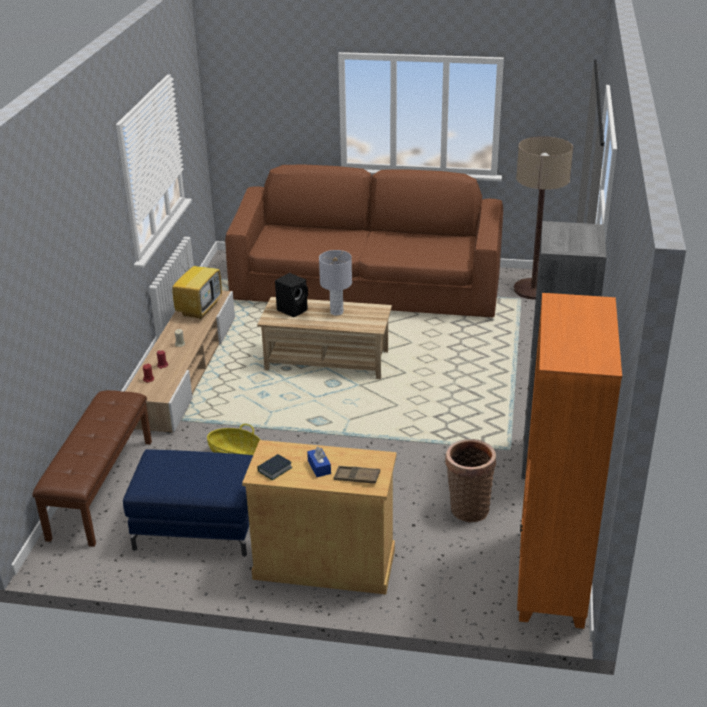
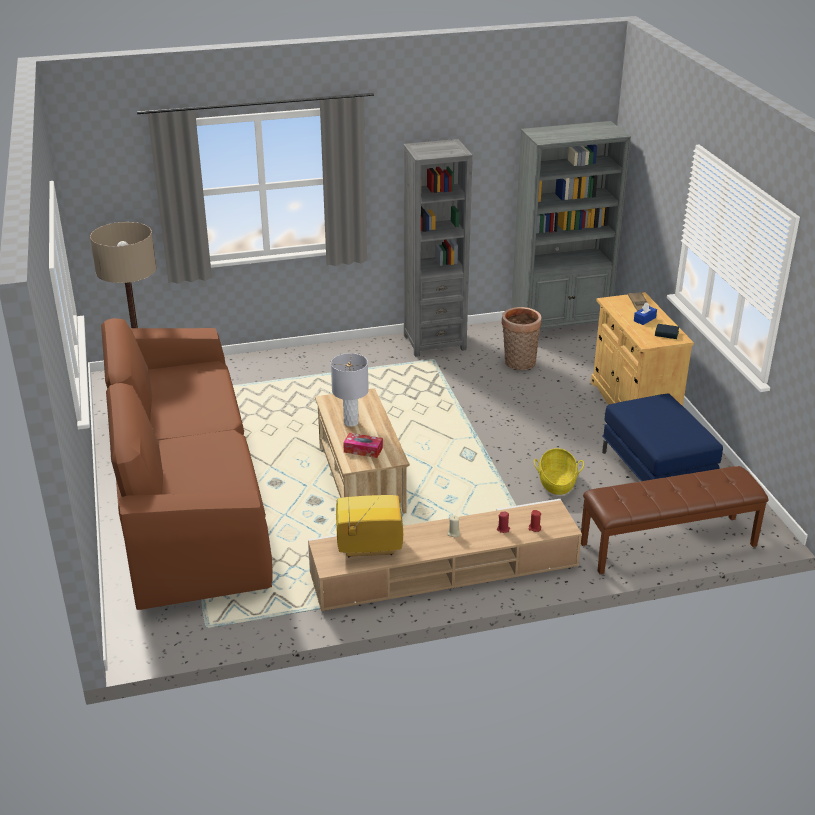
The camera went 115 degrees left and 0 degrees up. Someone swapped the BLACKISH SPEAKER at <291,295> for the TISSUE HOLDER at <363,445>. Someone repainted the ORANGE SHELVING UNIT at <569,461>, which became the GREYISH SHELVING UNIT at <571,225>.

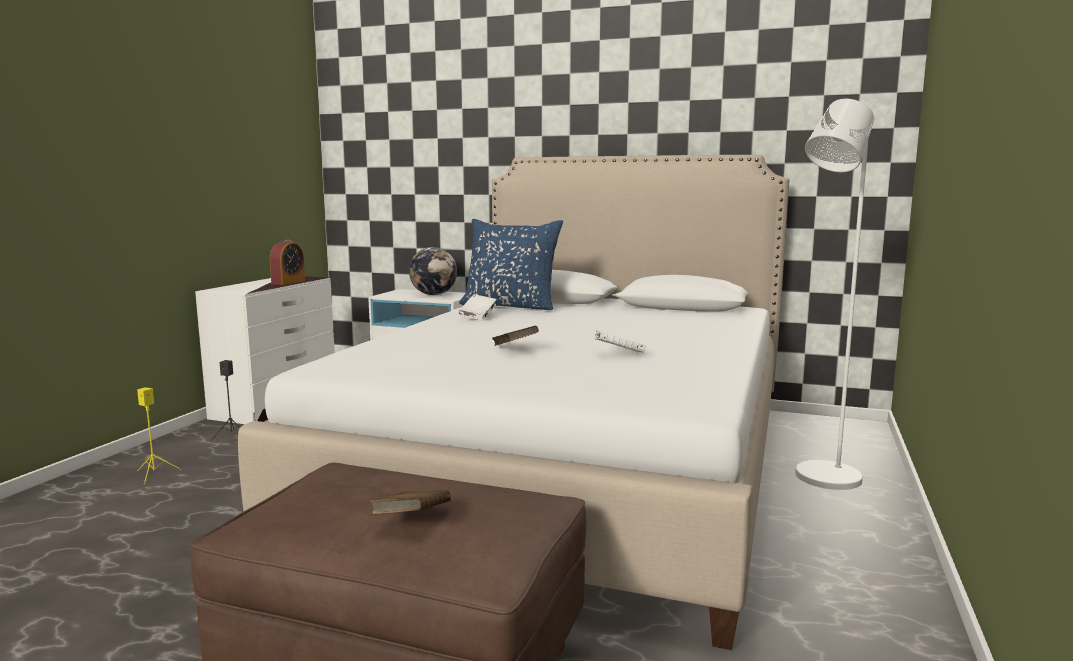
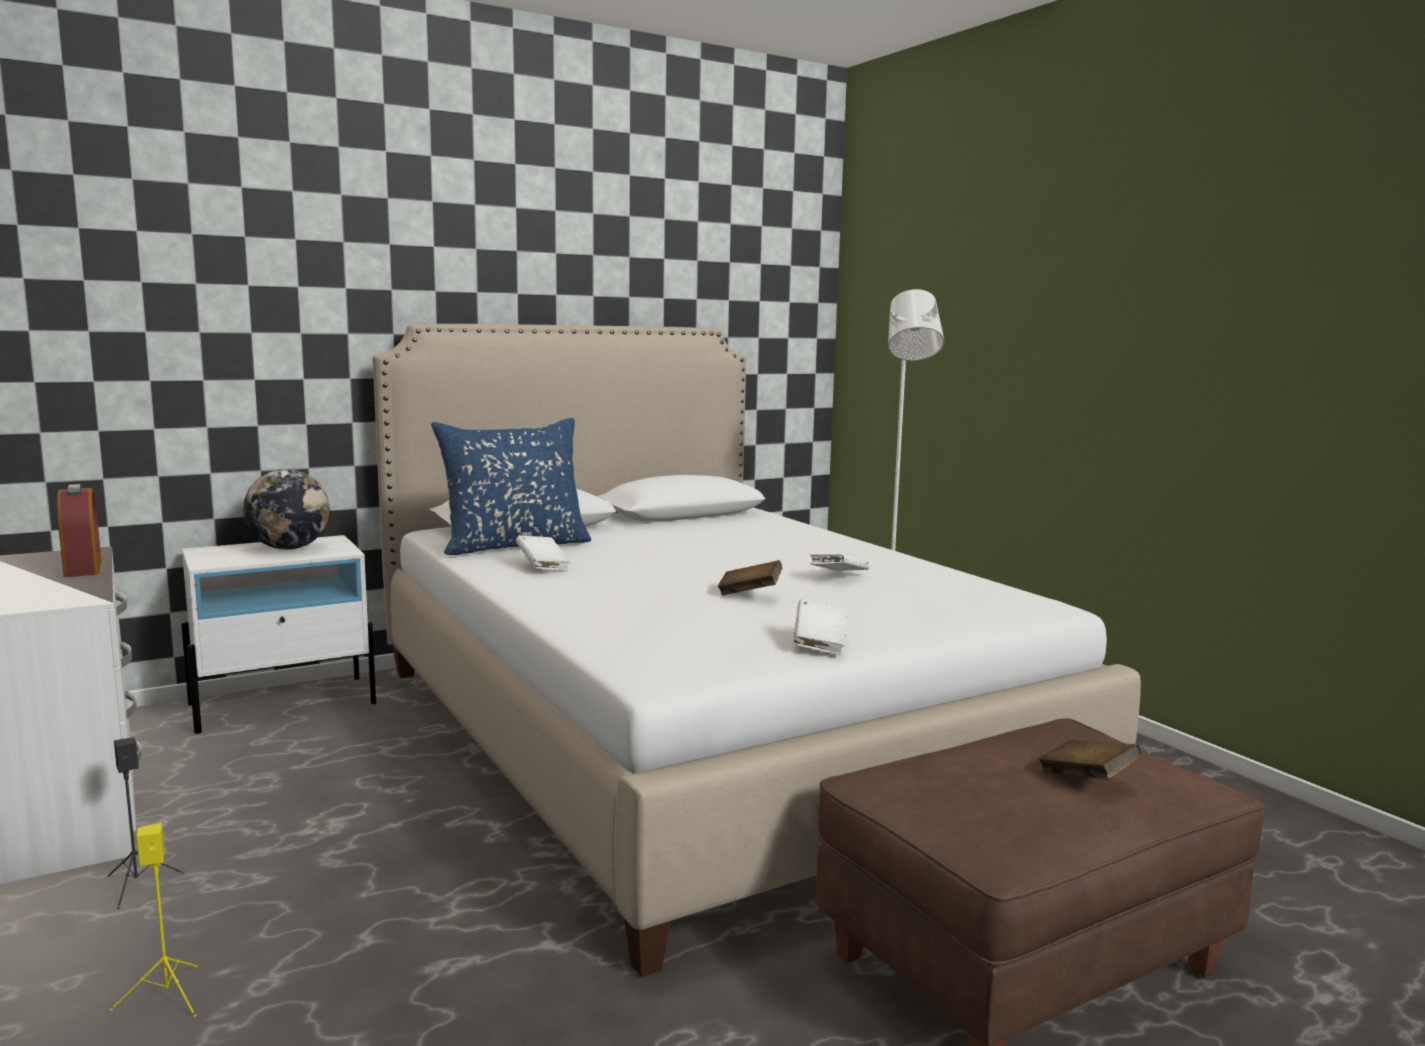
The camera went 50 degrees left and 0 degrees up. Someone put down the WHITISH VOLUME at <820,627>.

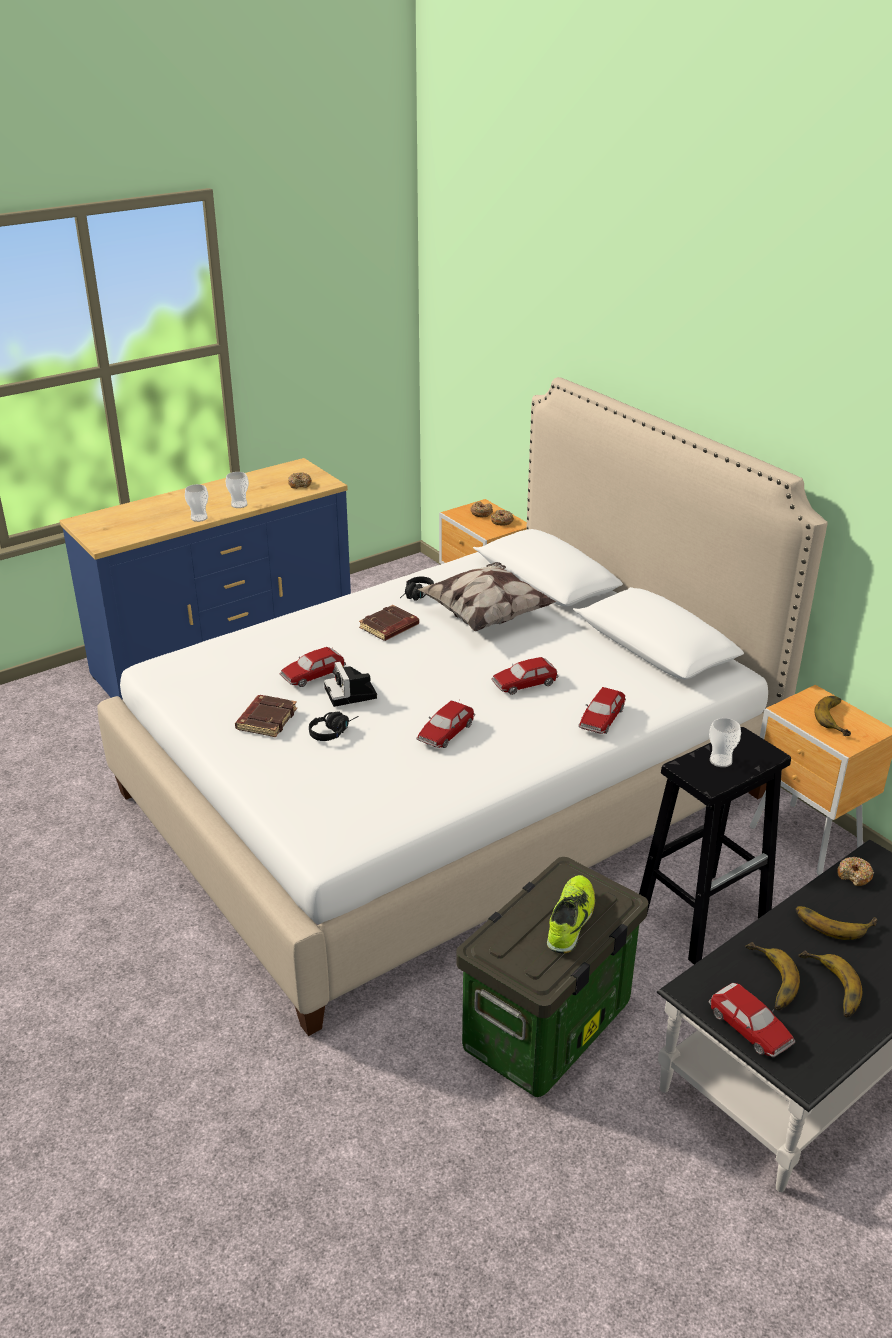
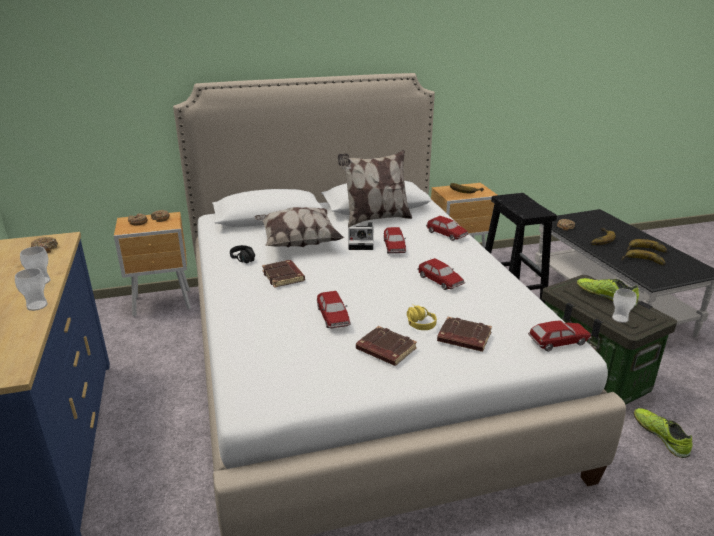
The camera went 70 degrees left and 5 degrees down. Someone put down the CUSHION at <374,188>. Someone put down the BROWN-COLOURED VOLUME at <464,334>. Someone put down the ITEM OF FOOTWEAR at <663,433>. Someone carried the PHOTO CAMERA from <350,684> to <360,236>. Someone carried the MODEL CAR from <751,1020> to <560,335>. Someone carried the CUP from <725,742> to <624,306>. Someone repainted the BLACKISH PAIR OF HEADPHONES at <334,726>, which became the YELLOW PAIR OF HEADPHONES at <422,317>.

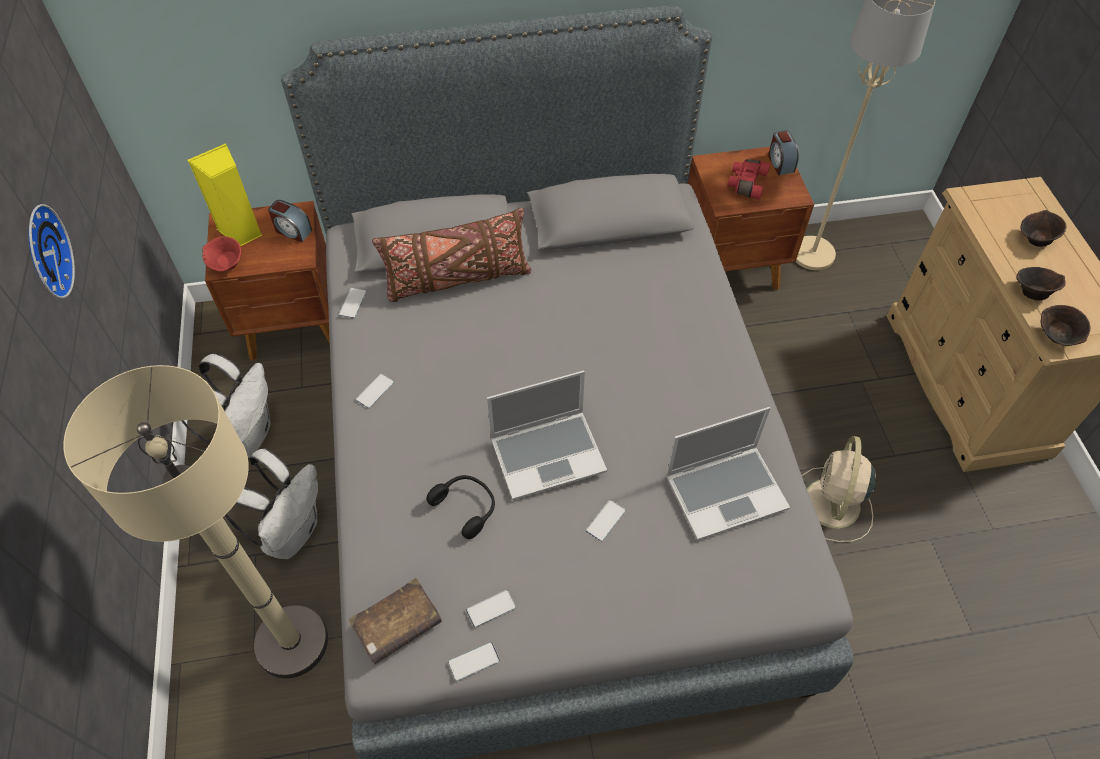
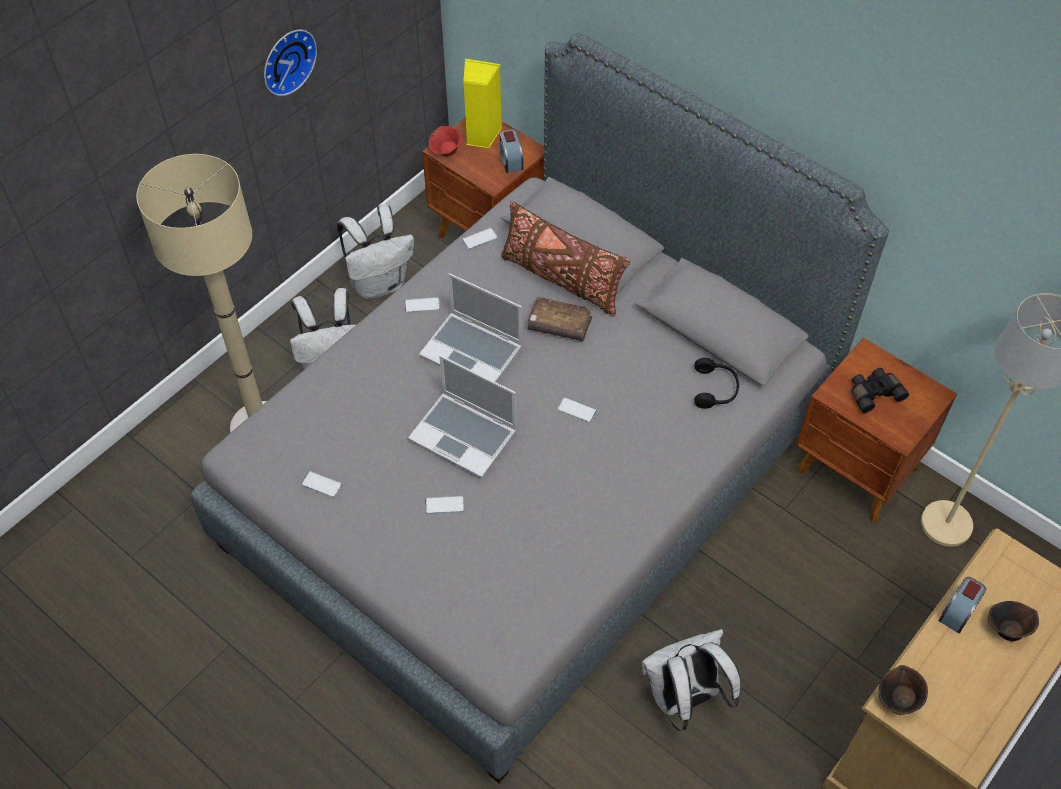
The camera went 50 degrees right and 0 degrees up. Someone took away the BROWN-COLOURED BOWL at <1041,284>. Someone carried the BROWN-COLOURED VOLUME from <395,621> to <560,318>. Someone carried the BLACKISH PAIR OF HEADPHONES from <460,507> to <716,383>. Someone carried the TELEPHONE from <474,661> to <577,410>. Someone carried the NOTEBOOK COMPUTER from <728,474> to <471,327>. Someone carried the TABLE CLOCK from <783,152> to <962,605>. Someone swapped the BEIGE-COLOURED COOLING FAN at <839,489> for the WHITISH KNAPSACK at <691,680>. Someone repainted the REDDISH BINOCULARS at <748,179>, which became the BLACKISH BINOCULARS at <880,390>.

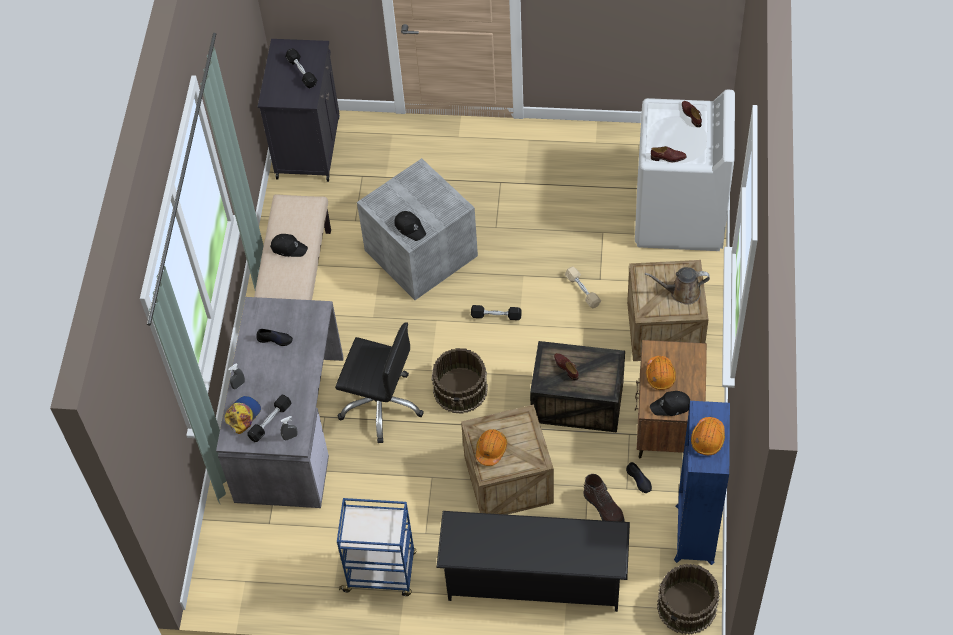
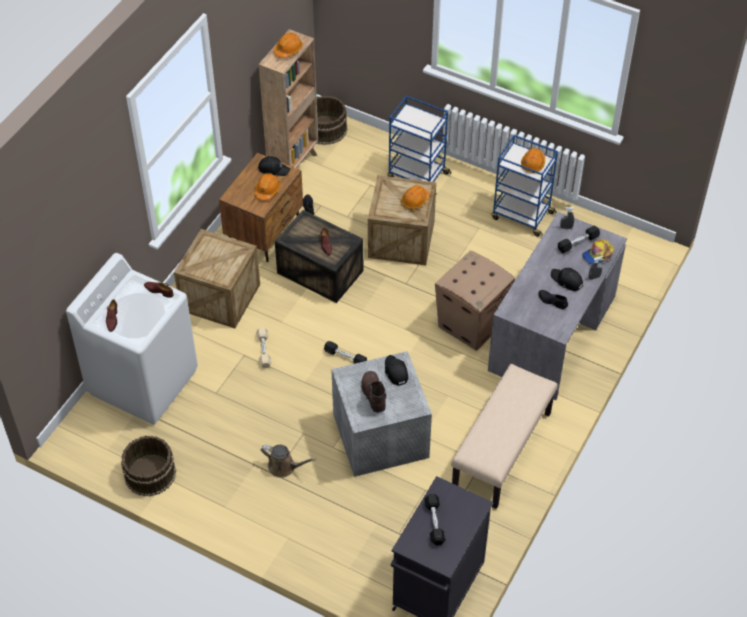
The camera went 160 degrees left and 5 degrees down. Someone put down the ORANGE HARD HAT at <533,160>. Someone carried the BLACKISH PEAKED CAP from <289,245> to <567,279>. Someone carried the BROWN-COLOURED PAIL from <459,381> to <148,466>. Someone carried the BROWN-COLOURED TALL BOOT from <604,498> to <373,392>. Someone carried the BROWN-COLOURED WATERING CAN from <677,285> to <288,461>. Someone swapped the BLACKISH COMPUTER CHAIR at <379,382> for the CARTON at <475,300>. Someone swapped the BLACKISH SHOE SHELF at <533,561> for the BLUE-COLOURED TROLLEY at <419,145>. Someone repainted the BLUE-COLOURED SHELVING UNIT at <702,483>, which became the BROWN-COLOURED SHELVING UNIT at <288,98>.

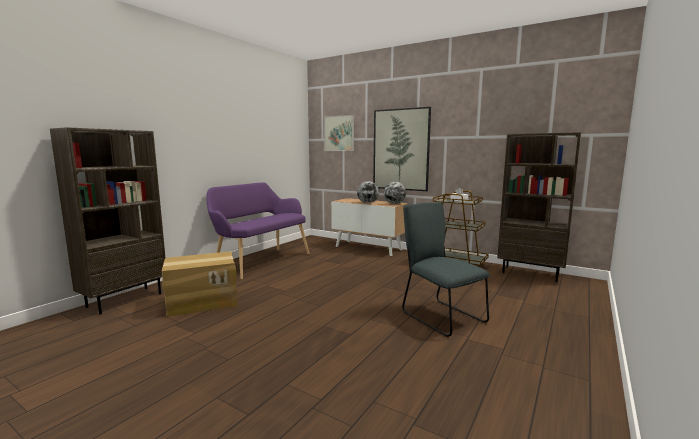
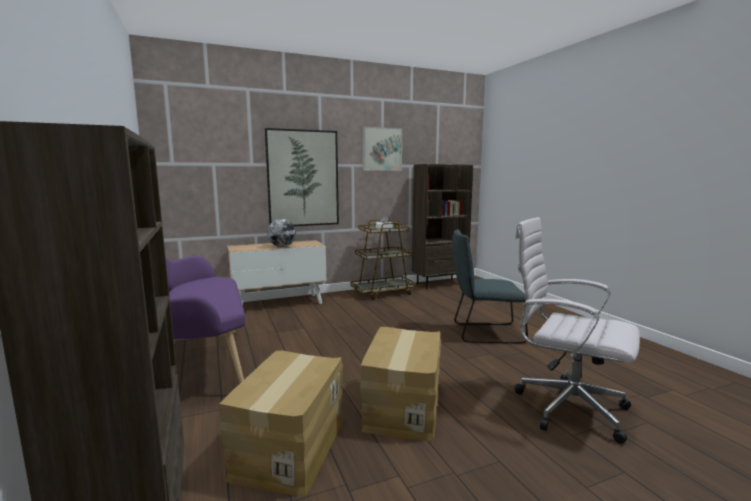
The camera went 55 degrees left and 0 degrees up. Someone took away the GLOBE at <395,193>. Someone put down the CARTON at <400,384>. Someone put down the WHITISH COMPUTER CHAIR at <577,330>. Someone carried the WALL ART from <339,133> to <382,149>.

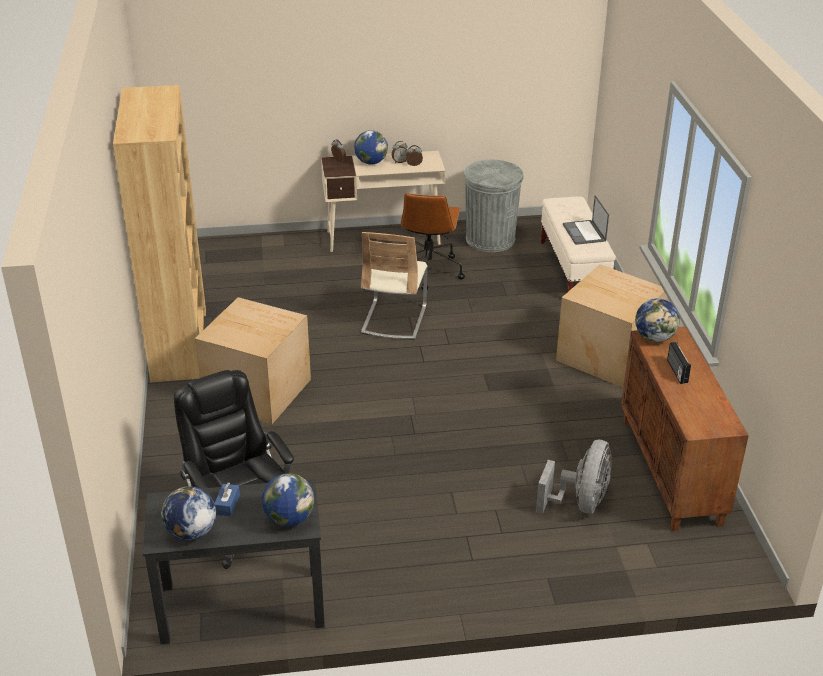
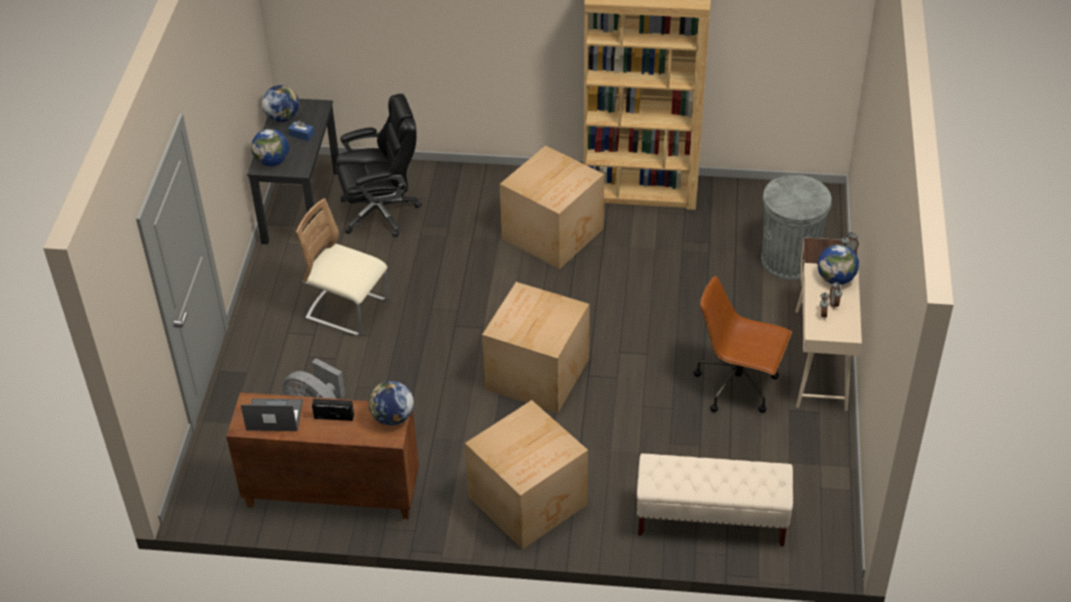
The camera went 105 degrees right and 10 degrees up. Someone put down the CARTON at <536,347>. Someone carried the BEIGE-COLOURED UPRIGHT CHAIR from <394,286> to <342,267>. Someone carried the GREYISH RUBBISH BIN from <494,206> to <796,227>. Someone carried the NOTEBOOK COMPUTER from <586,220> to <272,414>.

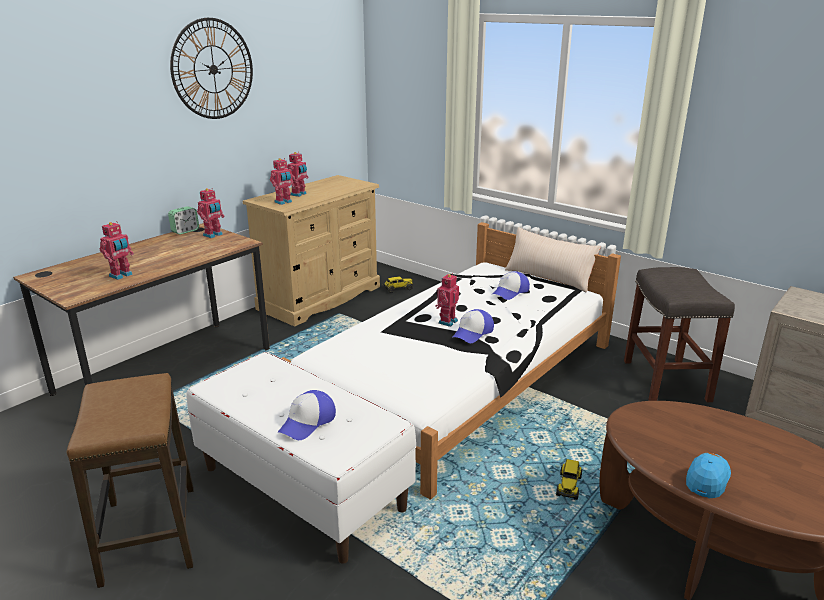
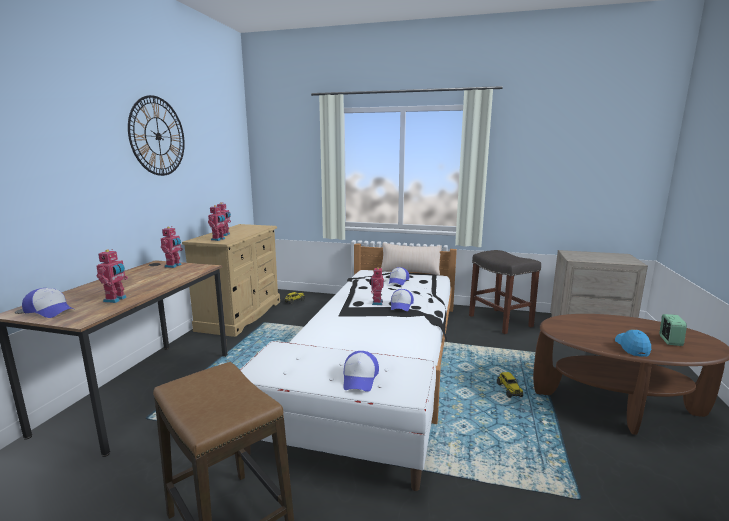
The camera went 25 degrees left and 10 degrees down. Someone put down the PEAKED CAP at <47,303>. Someone carried the TABLE CLOCK from <183,220> to <673,330>.

